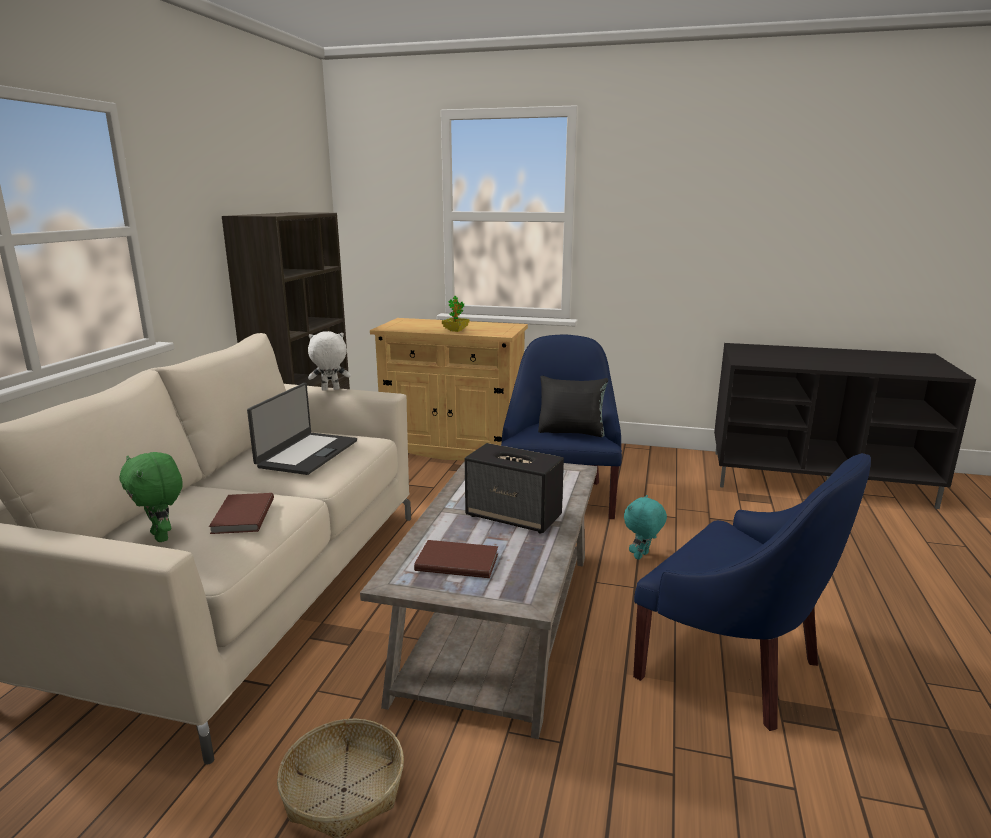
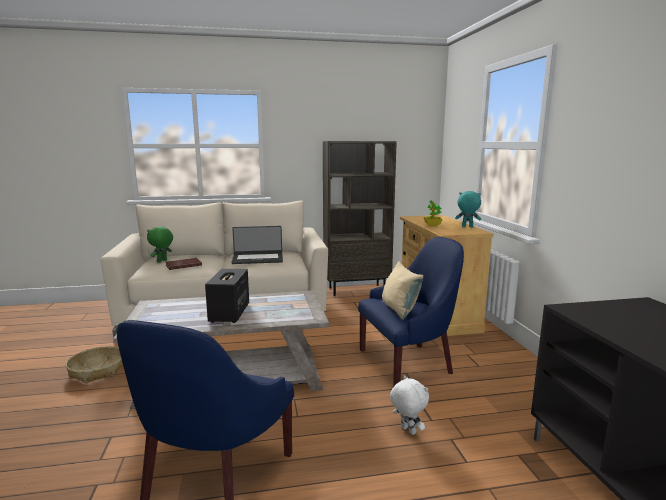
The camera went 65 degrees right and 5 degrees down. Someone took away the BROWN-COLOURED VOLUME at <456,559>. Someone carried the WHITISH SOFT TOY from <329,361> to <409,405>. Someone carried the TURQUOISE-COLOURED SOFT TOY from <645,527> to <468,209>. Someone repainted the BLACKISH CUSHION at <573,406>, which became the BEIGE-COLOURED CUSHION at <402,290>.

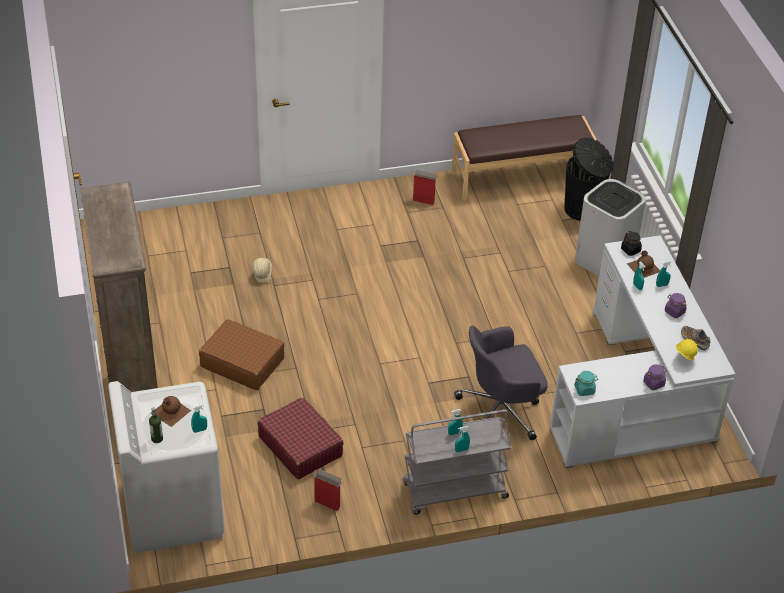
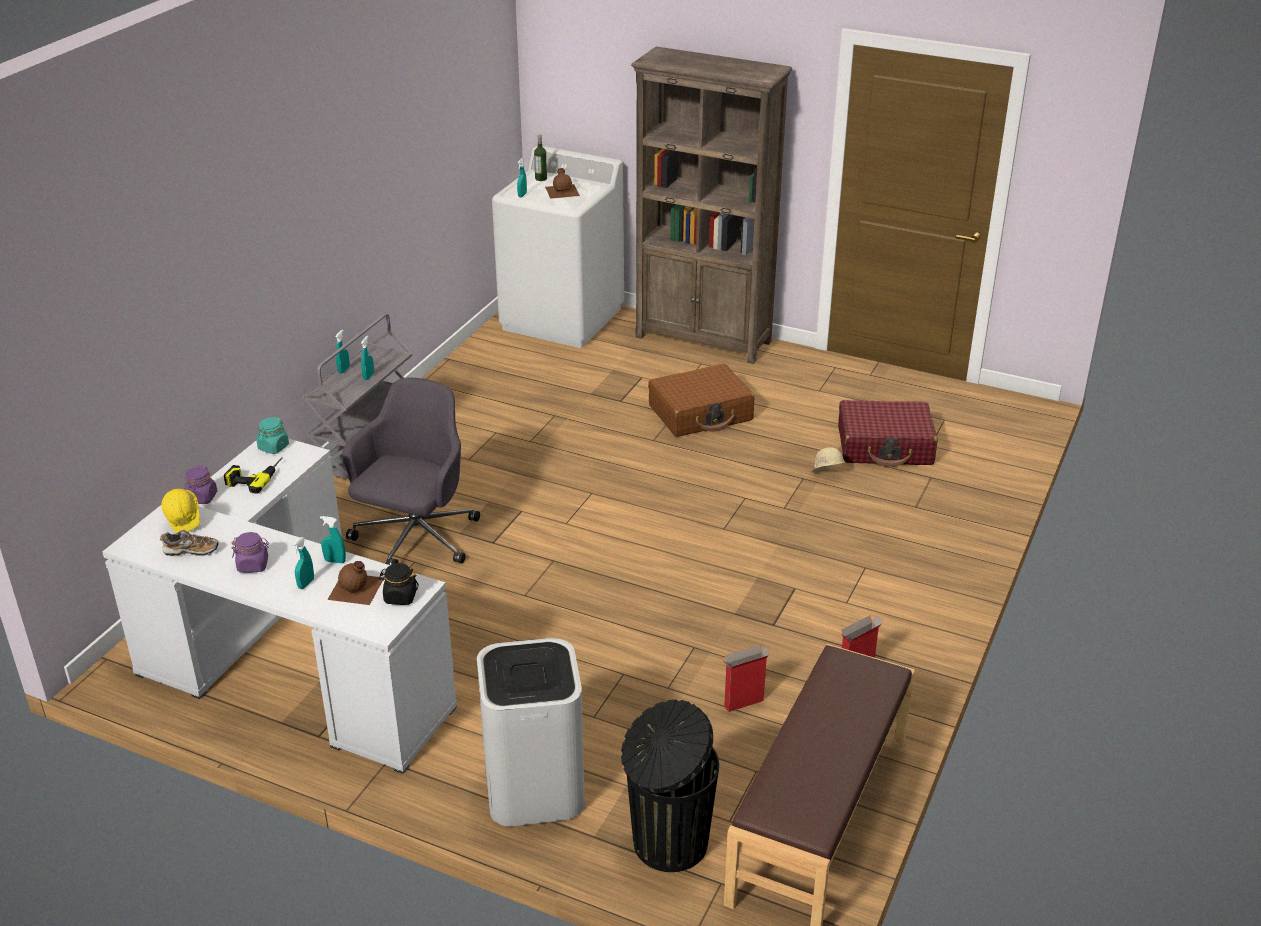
The camera went 130 degrees right and 10 degrees down. Someone put down the POWER DRILL at <253,475>. Someone carried the REDDISH TRAVEL CASE from <301,438> to <888,433>. Someone carried the CARTON from <328,490> to <746,678>.

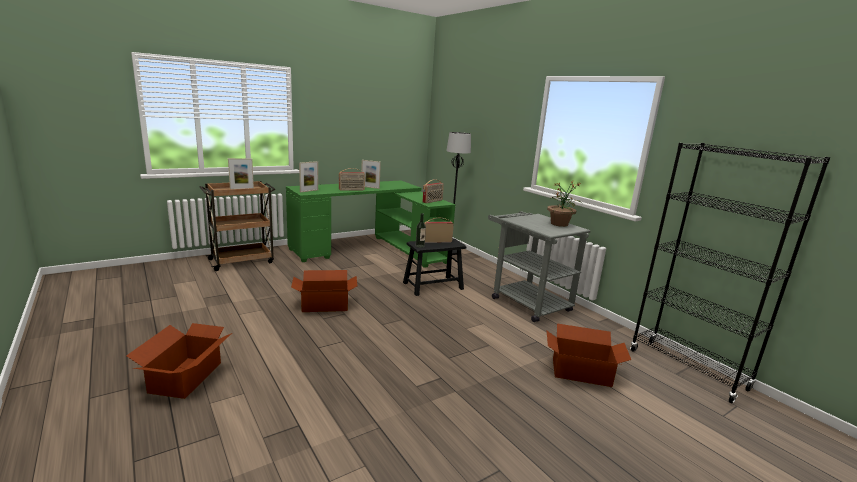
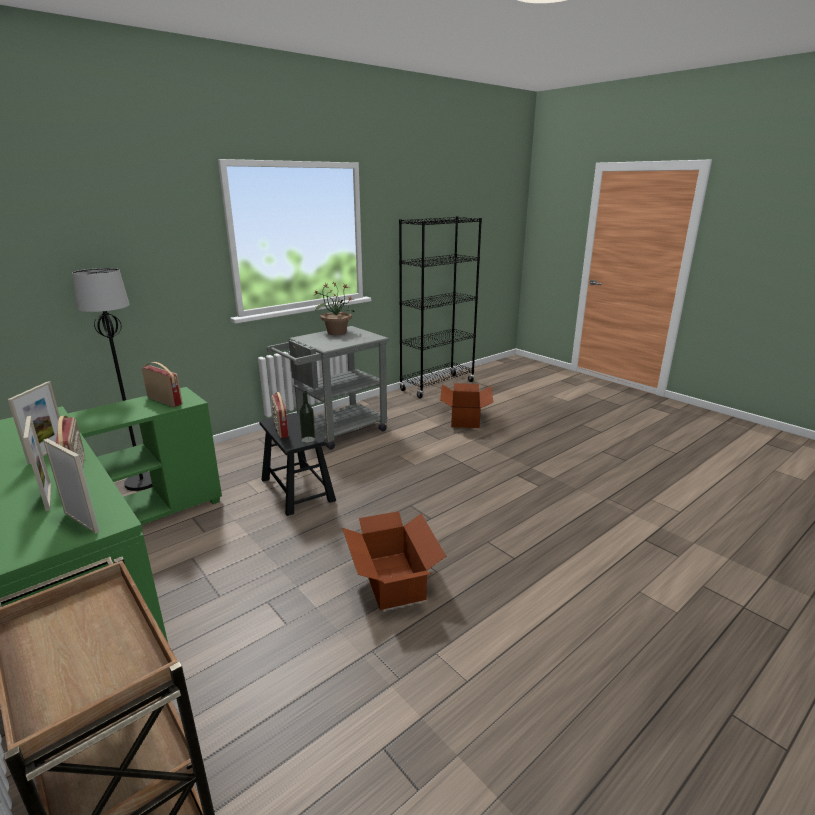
The camera went 95 degrees left and 5 degrees up. Someone took away the CARTON at <179,361>. Someone carried the PICTURE FRAME from <241,173> to <37,463>.

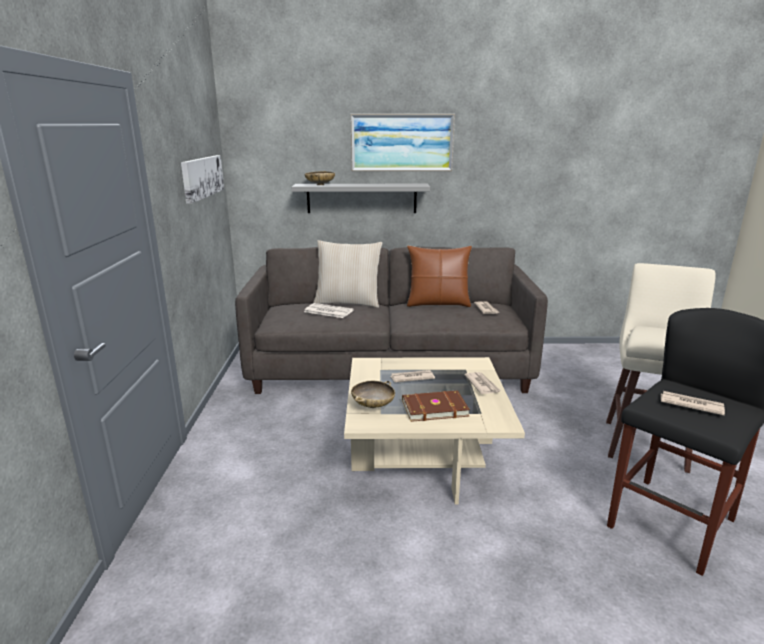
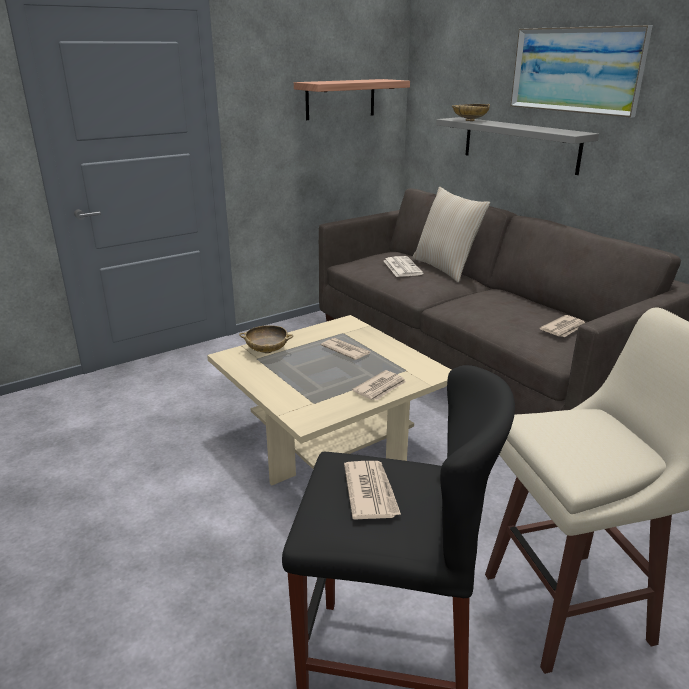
The camera went 55 degrees right and 5 degrees up. Someone took away the BROWN-COLOURED VOLUME at <436,406>. Someone took away the BROWN-COLOURED CUSHION at <439,276>. Someone swapped the WALL ART at <202,179> for the BRACKET SHELF at <352,99>.

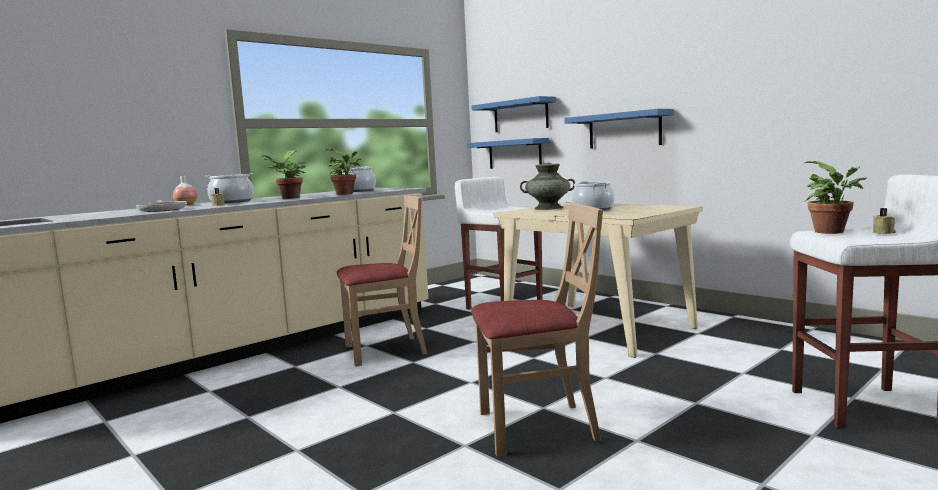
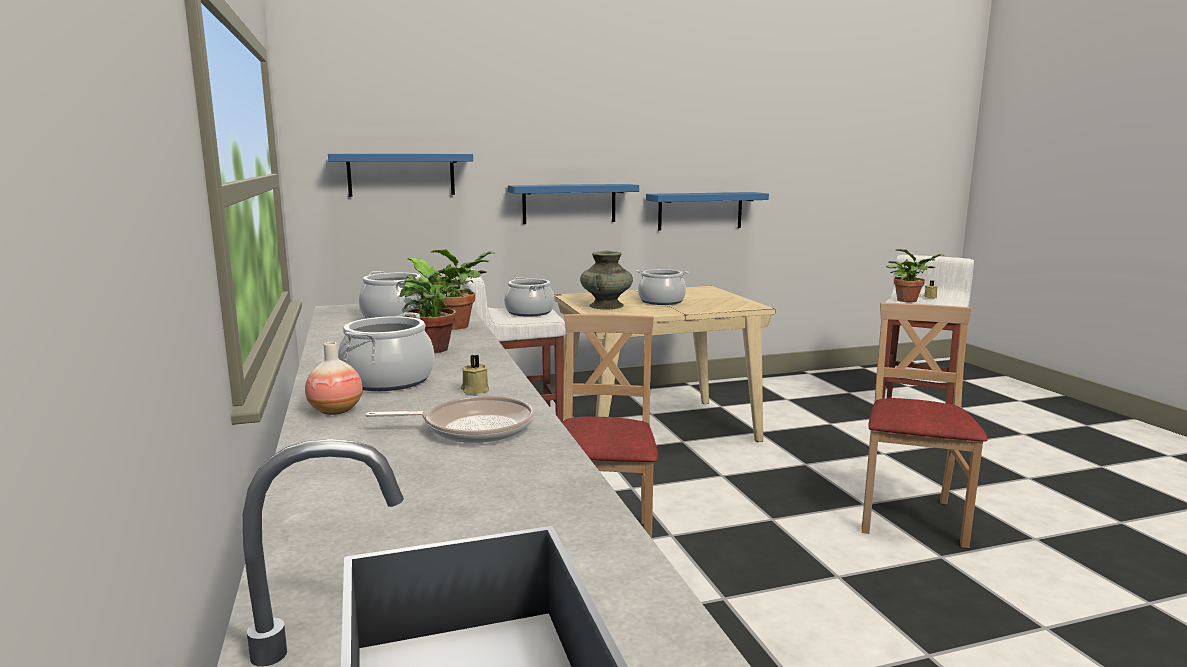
The camera went 65 degrees left and 5 degrees up. Someone put down the SAUCEPOT at <529,297>. Someone carried the BLUE-COLOURED BRACKET SHELF from <508,153> to <707,211>.

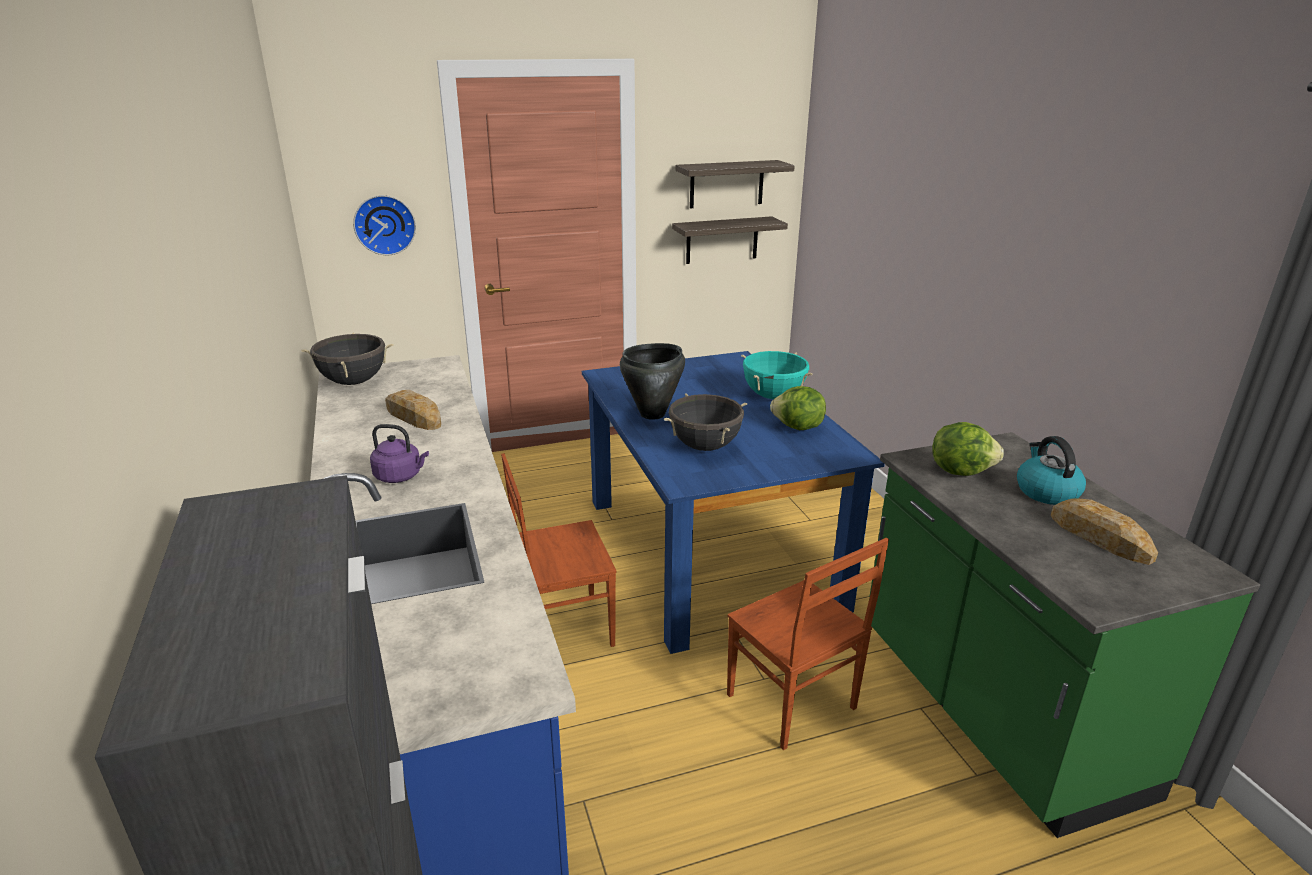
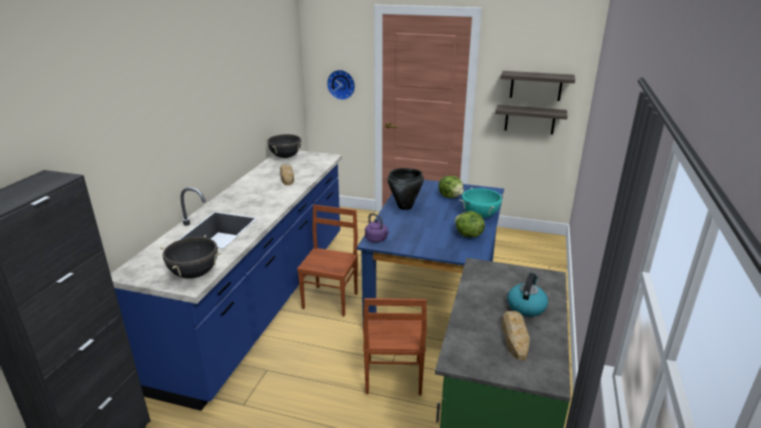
The camera went 35 degrees right and 0 degrees up. Someone carried the PURPLISH WATER KETTLE from <399,453> to <377,227>. Someone carried the BLACKISH SAUCEPOT from <705,422> to <190,257>. Someone carried the LETTUCE HEAD from <968,449> to <451,187>. Someone rotated the BROWN-COLOURED UPRIGHT CHAIR at <559,550> by 90 degrees clockwise.

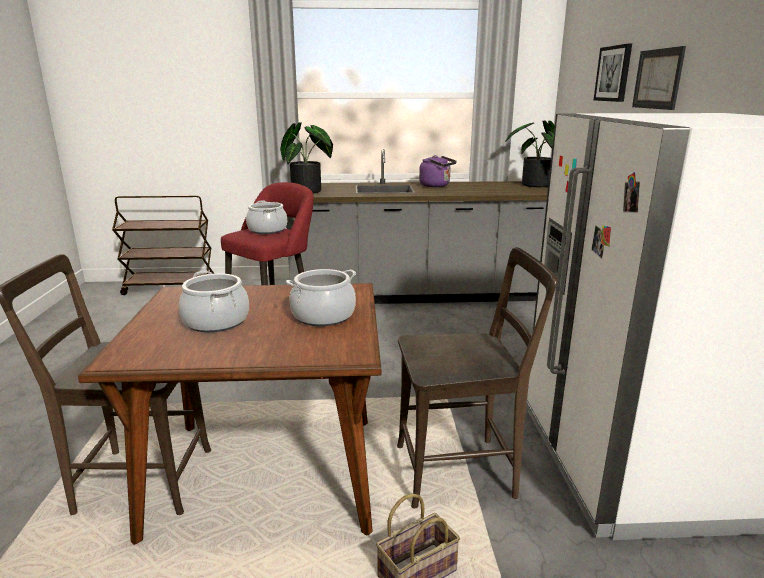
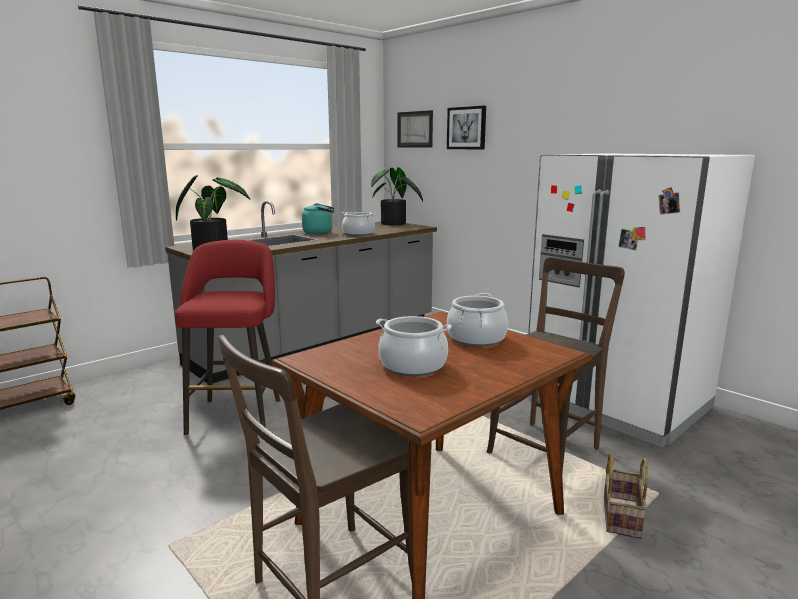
The camera went 40 degrees left and 5 degrees down. Someone carried the SAUCEPOT from <266,217> to <358,224>. Someone carried the WALL ART from <659,78> to <415,128>. Someone repainted the PURPLISH WATER KETTLE at <438,171>, which became the TURQUOISE-COLOURED WATER KETTLE at <318,218>.

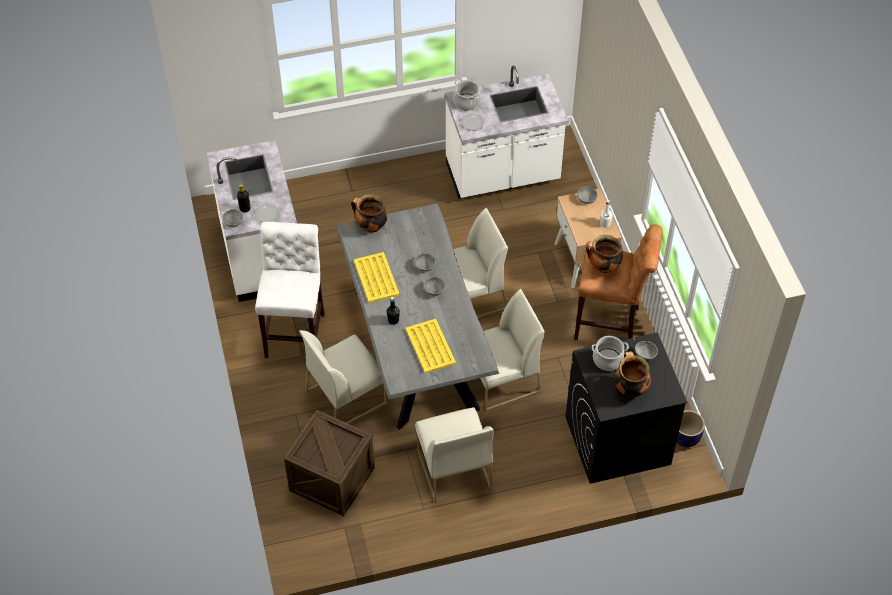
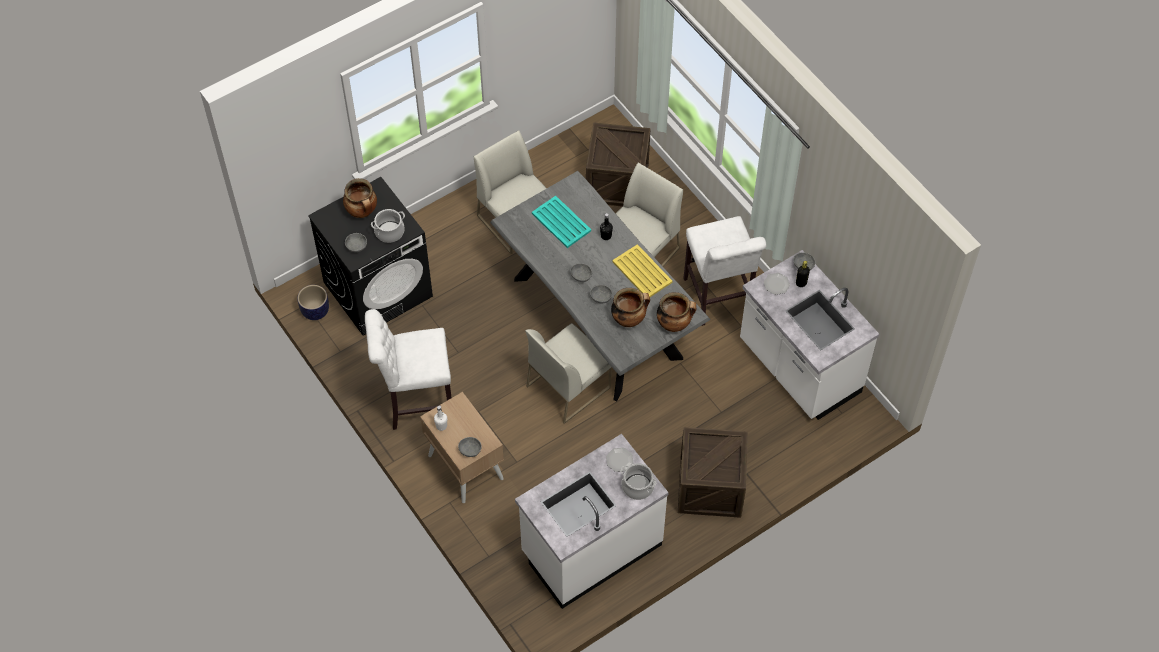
The camera went 160 degrees right and 5 degrees up. Someone took away the WHITISH UPRIGHT CHAIR at <512,350>. Someone put down the SHIPPING CRATE at <713,472>. Someone carried the SAUCEPOT from <604,254> to <630,307>. Someone repainted the YELLOW SERVING TRAY at <430,346>, which became the TURQUOISE-COLOURED SERVING TRAY at <561,222>. Someone repainted the BROWN-COLOURED SITTING STOOL at <618,282>, which became the WHITISH SITTING STOOL at <408,369>.

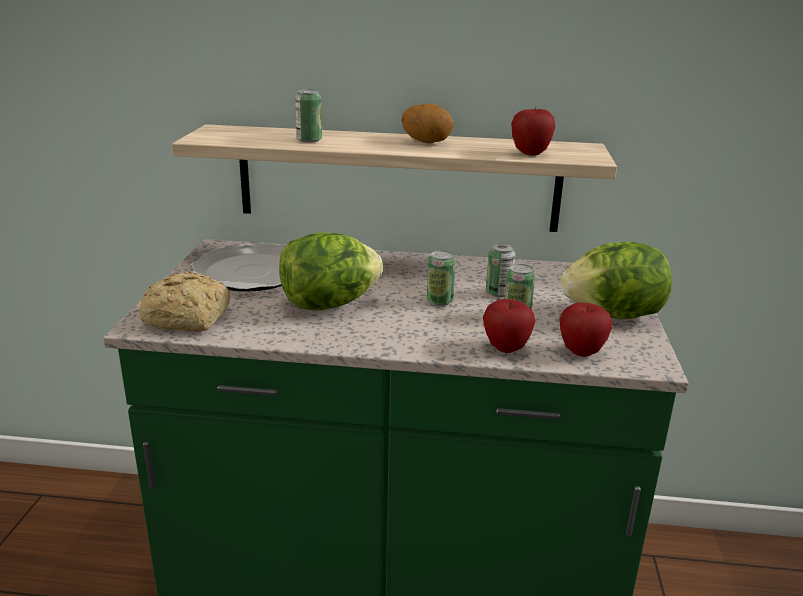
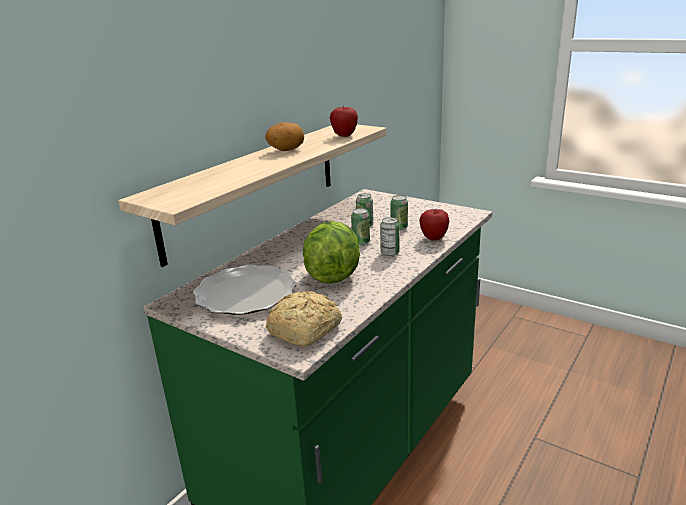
The camera went 60 degrees left and 0 degrees up. Someone took away the APPLE FRUIT at <586,330>. Someone took away the LETTUCE HEAD at <616,280>. Someone carried the METAL CAN from <308,116> to <390,236>.

